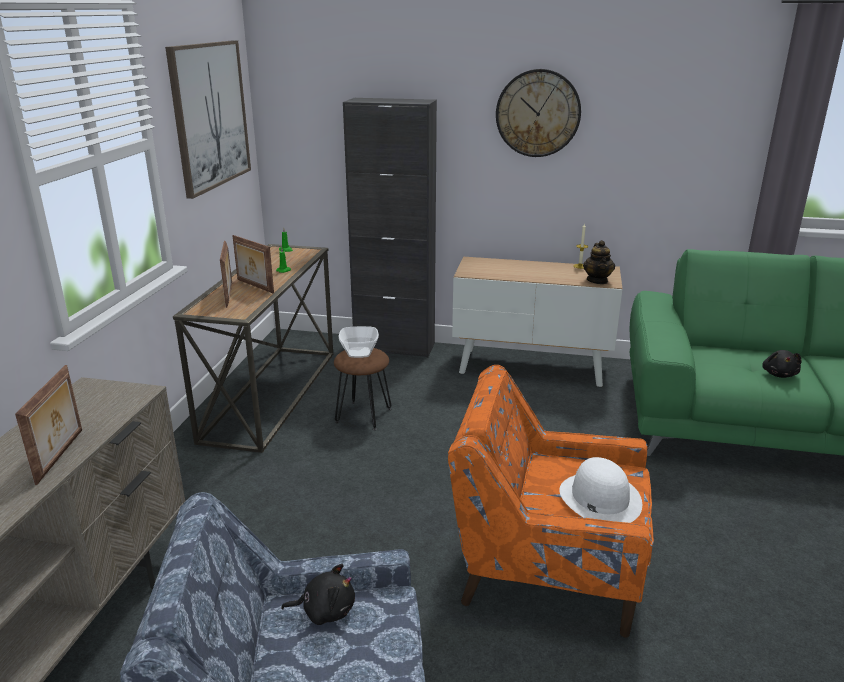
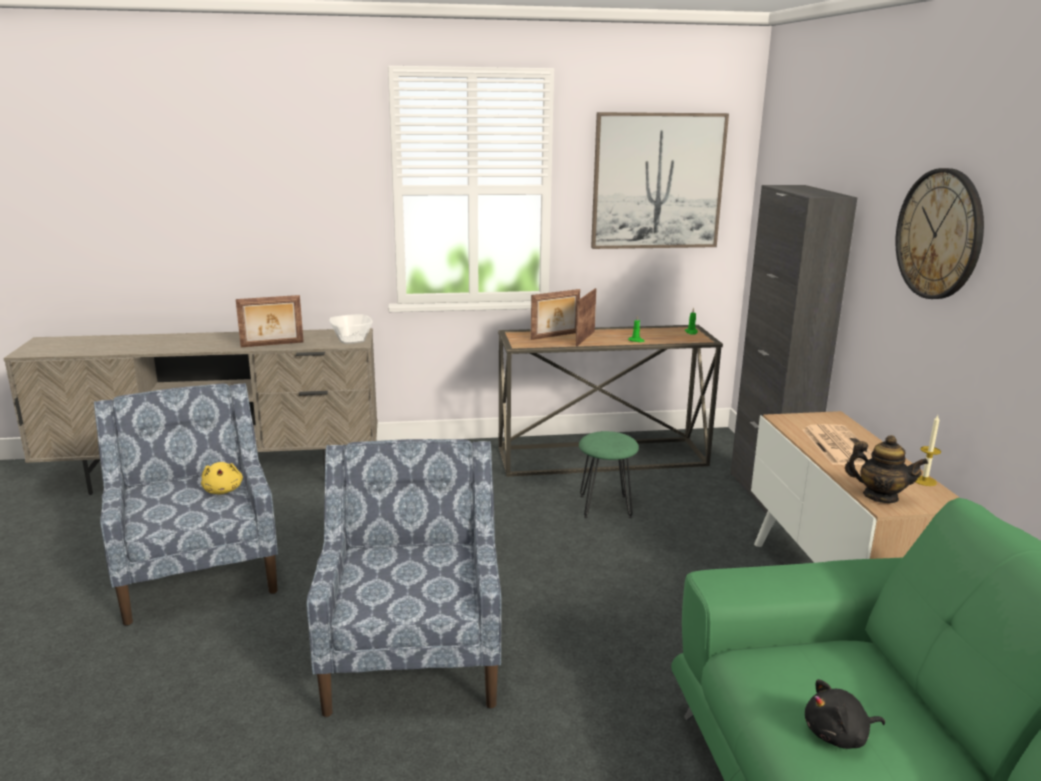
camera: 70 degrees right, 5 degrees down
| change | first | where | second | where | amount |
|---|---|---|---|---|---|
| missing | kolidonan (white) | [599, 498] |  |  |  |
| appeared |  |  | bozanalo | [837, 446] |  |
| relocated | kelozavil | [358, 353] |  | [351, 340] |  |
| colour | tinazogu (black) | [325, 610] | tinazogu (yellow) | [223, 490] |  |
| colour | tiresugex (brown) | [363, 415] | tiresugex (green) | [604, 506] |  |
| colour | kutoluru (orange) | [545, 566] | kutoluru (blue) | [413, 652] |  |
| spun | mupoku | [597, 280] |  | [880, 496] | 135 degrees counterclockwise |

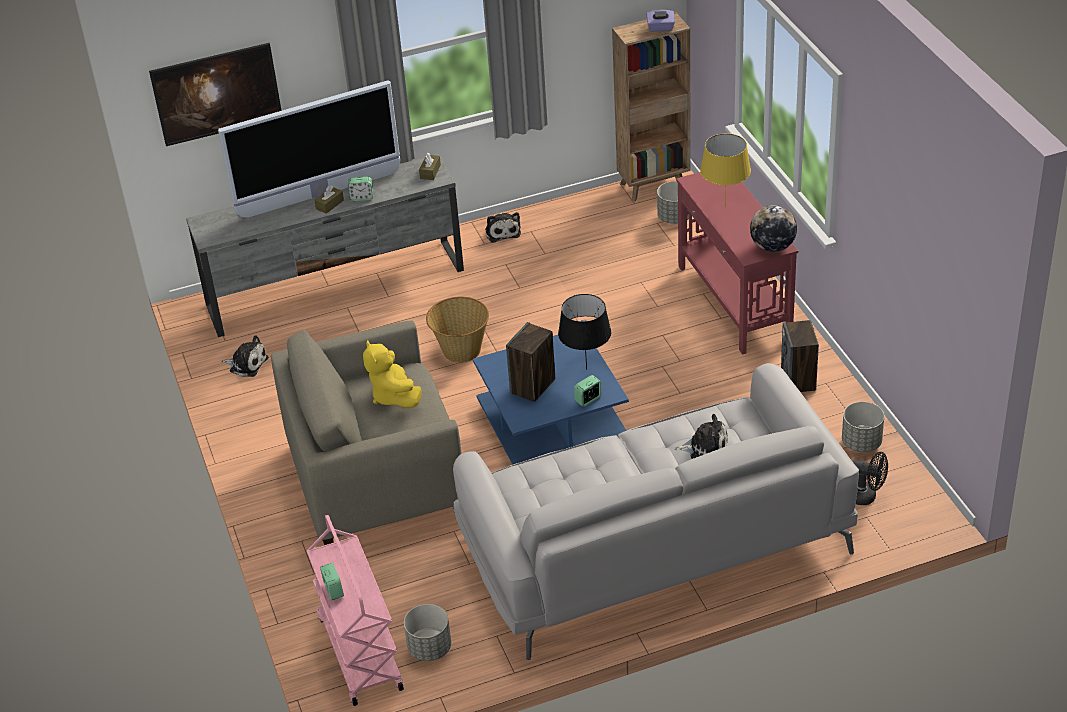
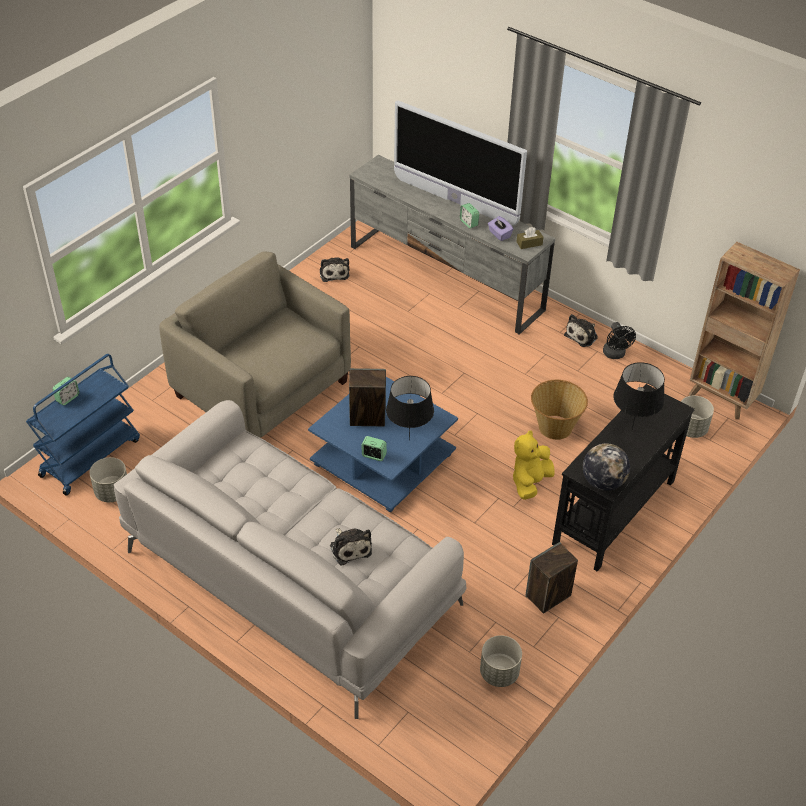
camera: 55 degrees right, 5 degrees up
| change | first | where | second | where | amount |
|---|---|---|---|---|---|
| missing | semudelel | [220, 112] |  |  |  |
| missing | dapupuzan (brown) | [330, 204] |  |  |  |
| relocated | tinazogu (yellow) | [394, 396] |  | [530, 482] |  |
| relocated | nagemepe | [461, 350] |  | [555, 427] |  |
| relocated | dapupuzan (purple) | [660, 28] |  | [499, 234] |  |
| relocated | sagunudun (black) | [866, 496] |  | [615, 355] |  |
| colour | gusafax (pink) | [359, 652] | gusafax (blue) | [90, 457] |  |
| colour | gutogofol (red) | [733, 302] | gutogofol (black) | [613, 512] |  |
| colour | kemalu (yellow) | [725, 207] | kemalu (black) | [632, 430] |  |

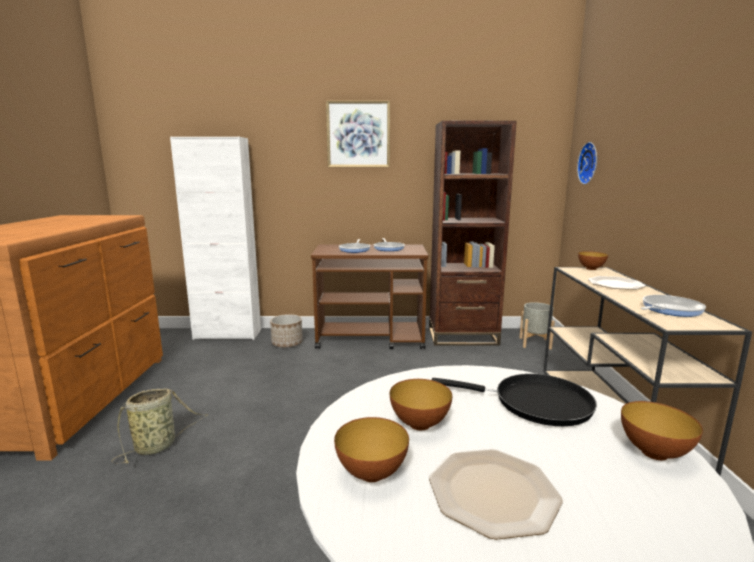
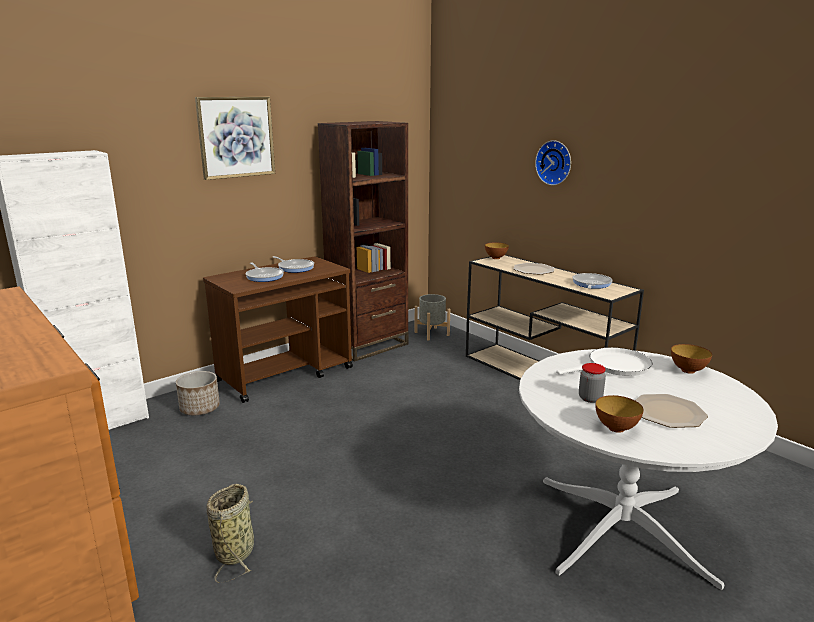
camera: 40 degrees left, 5 degrees up
| change | first | where | second | where | amount |
|---|---|---|---|---|---|
| relocated | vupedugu | [590, 163] |  | [555, 162] |  |
| exchanged | kelozavil | [419, 424] | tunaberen | [590, 398] |  |
| colour | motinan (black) | [535, 403] | motinan (white) | [615, 366] |  |

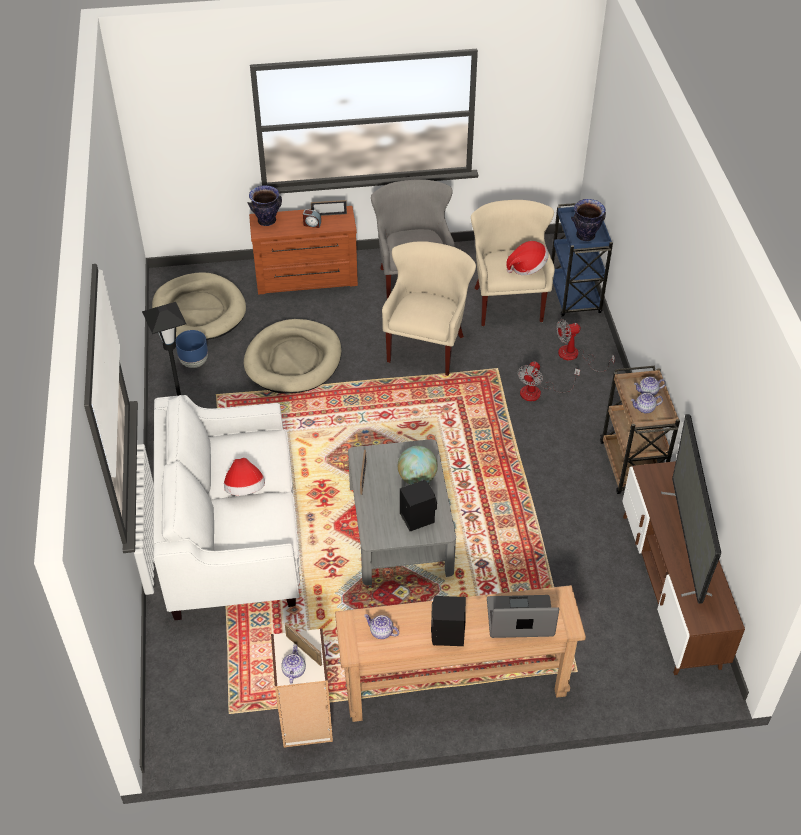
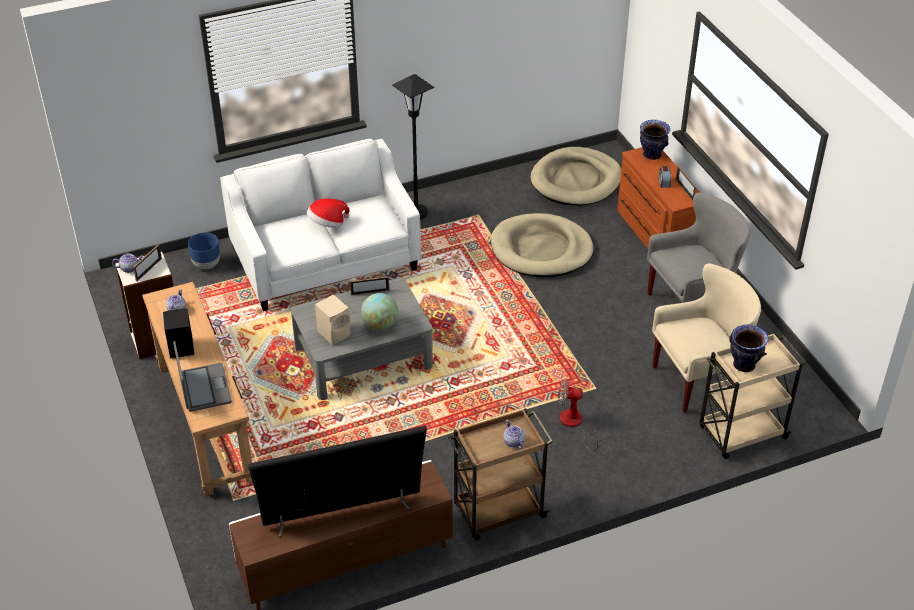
camera: 75 degrees right, 5 degrees down
| change | first | where | second | where | amount |
|---|---|---|---|---|---|
| missing | kutoluru (beige) | [427, 348] |  |  |  |
| missing | kolidonan | [527, 267] |  |  |  |
| missing | sagunudun | [575, 356] |  |  |  |
| missing | mupoku | [644, 408] |  |  |  |
| relocated | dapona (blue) | [194, 362] |  | [207, 264] |  |
| colour | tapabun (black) | [417, 517] | tapabun (beige) | [335, 333] |  |
| colour | gusafax (blue) | [574, 296] | gusafax (beige) | [741, 433] |  |

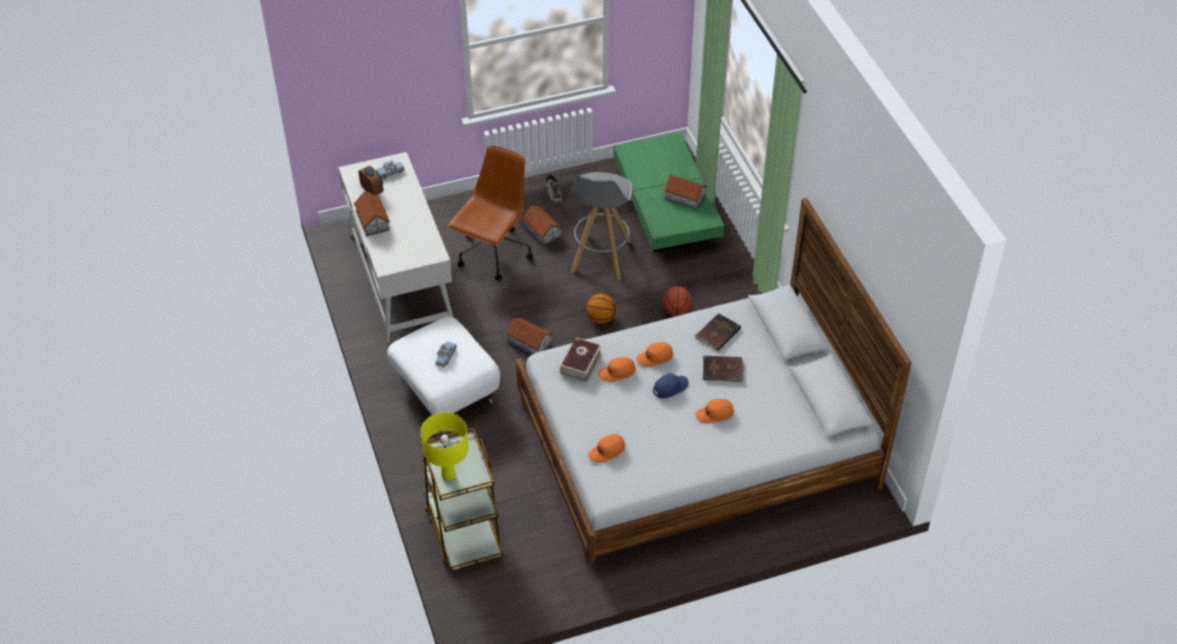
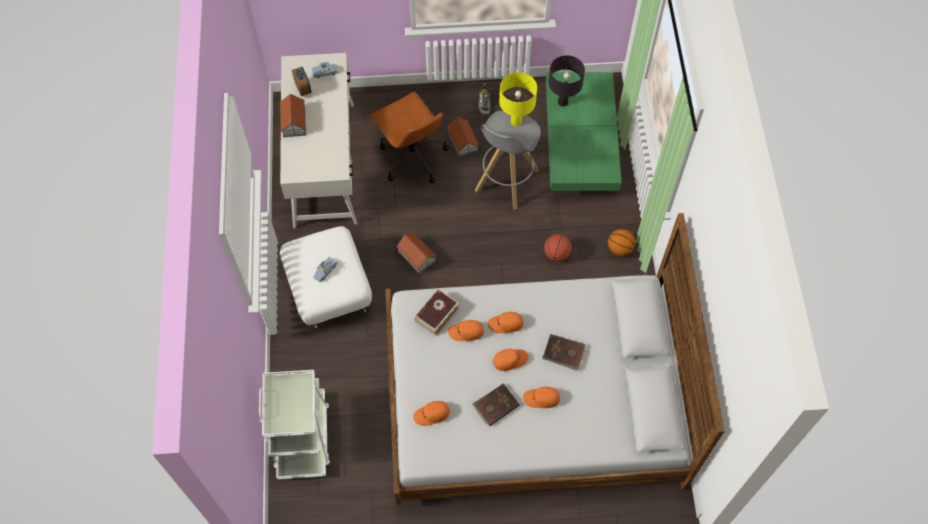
camera: 15 degrees right, 15 degrees up
| change | first | where | second | where | amount |
|---|---|---|---|---|---|
| missing | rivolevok | [684, 197] |  |  |  |
| appeared |  |  | kemalu (black) | [562, 102] |  |
| relocated | kemalu (yellow) | [448, 475] |  | [516, 122] |  |
| relocated | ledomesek | [601, 319] |  | [619, 249] |  |
| relocated | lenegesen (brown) | [717, 333] |  | [495, 405] |  |
| colour | gusafax (brown) | [463, 531] | gusafax (white) | [302, 437] |  |
| colour | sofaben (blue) | [670, 387] | sofaben (orange) | [510, 360] |  |
| spun | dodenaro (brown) | [493, 254] |  | [412, 157] | 105 degrees clockwise |

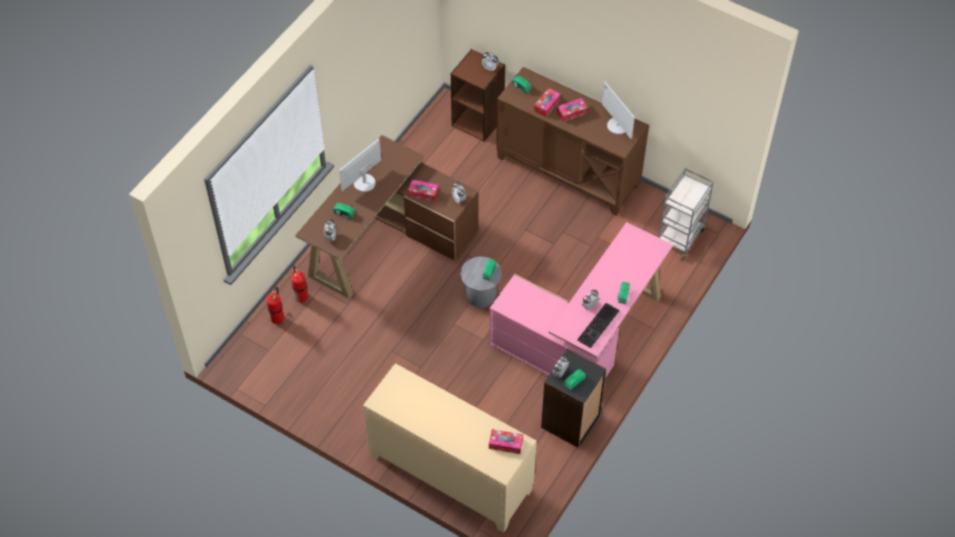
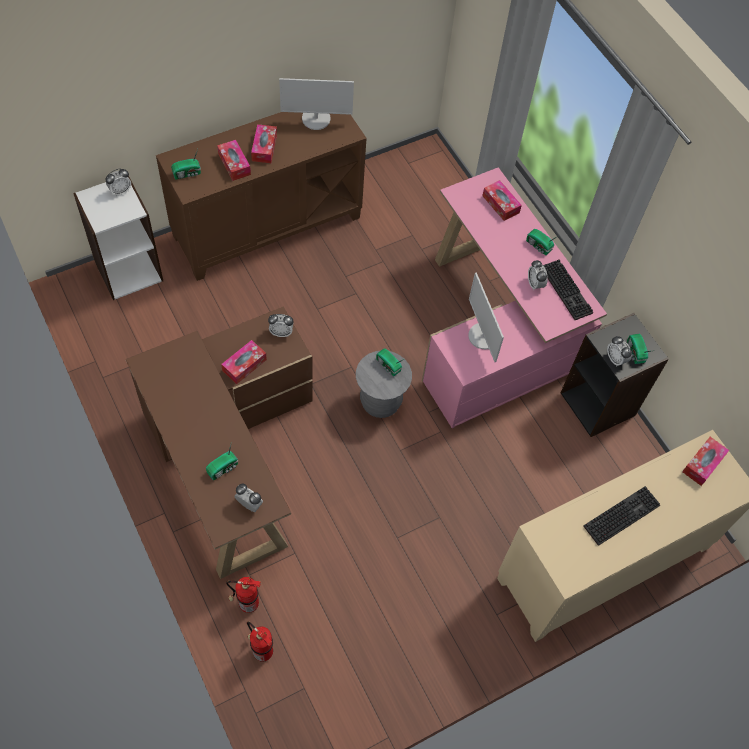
camera: 65 degrees left, 5 degrees up
| change | first | where | second | where | amount |
|---|---|---|---|---|---|
| missing | gusafax (grey) | [680, 237] |  |  |  |
| appeared |  |  | dapupuzan | [500, 204] |  |
| appeared |  |  | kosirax | [621, 514] |  |
| relocated | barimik | [364, 183] |  | [483, 336] |  |
| colour | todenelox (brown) | [478, 121] | todenelox (white) | [128, 270] |  |

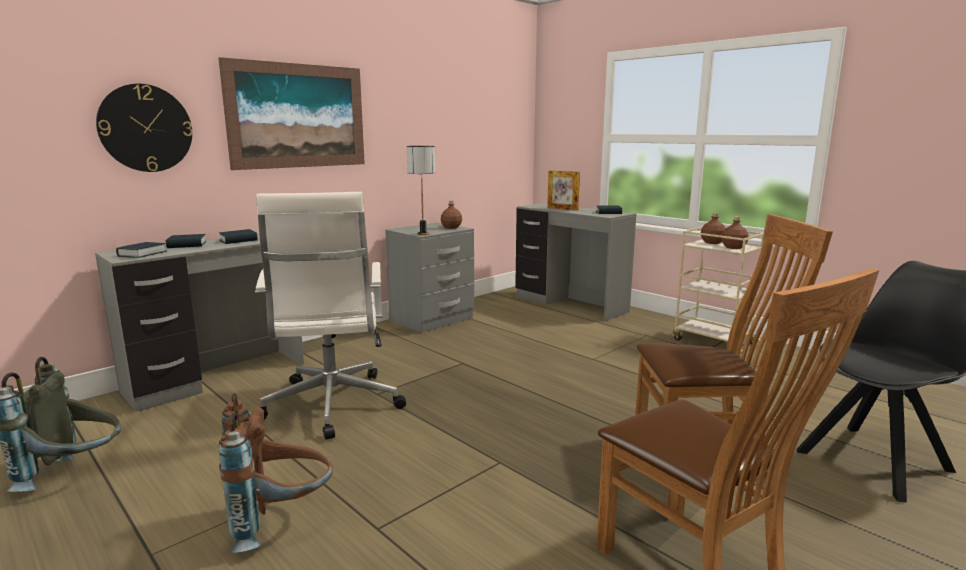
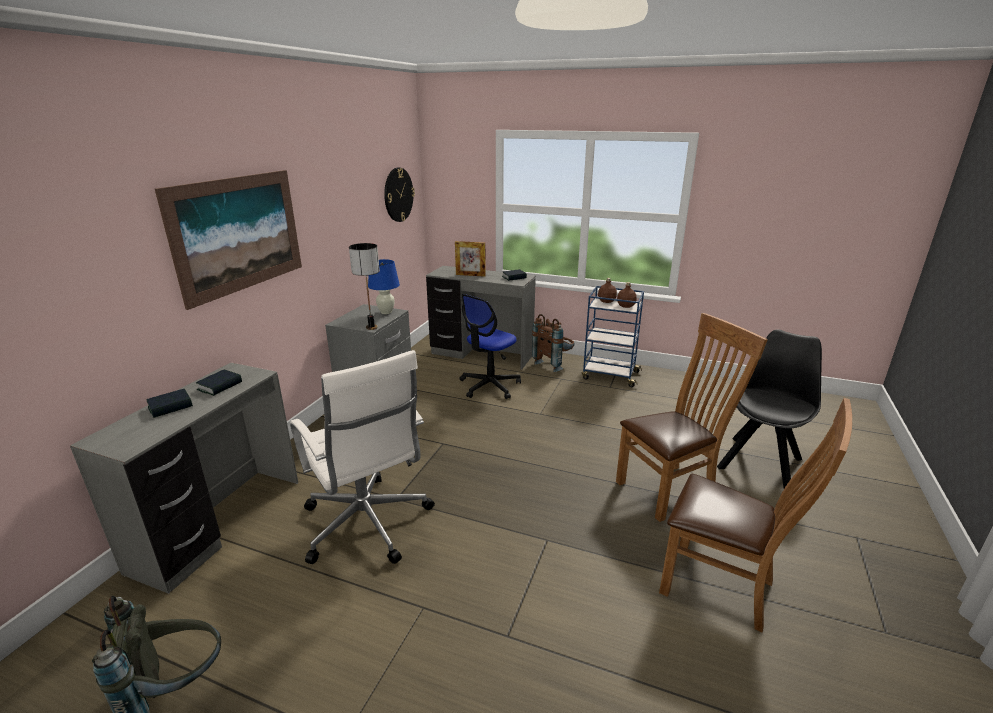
camera: 25 degrees left, 10 degrees up
| change | first | where | second | where | amount |
|---|---|---|---|---|---|
| missing | lenegesen | [142, 254] |  |  |  |
| appeared |  |  | dodenaro | [489, 386] |  |
| relocated | vupedugu | [145, 128] |  | [398, 195] |  |
| relocated | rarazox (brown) | [281, 521] |  | [554, 363] |  |
| exchanged | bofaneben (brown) | [451, 227] | kemalu (blue) | [386, 312] |  |
| colour | gusafax (beige) | [712, 341] | gusafax (blue) | [609, 375] |  |

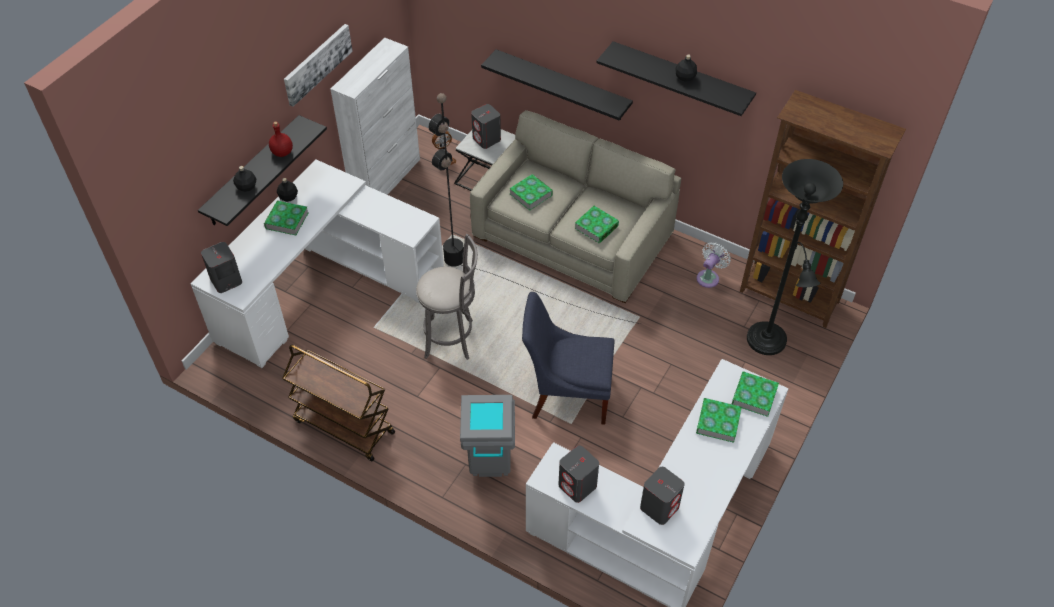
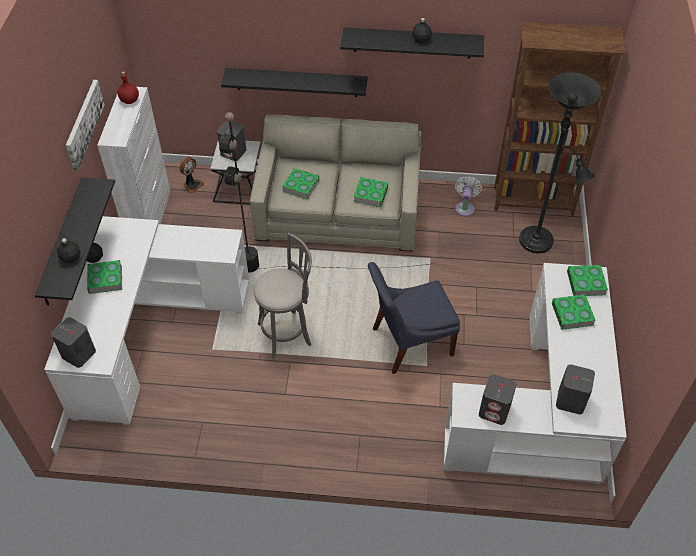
camera: 25 degrees left, 0 degrees up
| change | first | where | second | where | amount |
|---|---|---|---|---|---|
| missing | gusafax (brown) | [343, 427] |  |  |  |
| missing | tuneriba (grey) | [490, 469] |  |  |  |
| relocated | bofaneben (red) | [282, 153] |  | [130, 101] |  |

